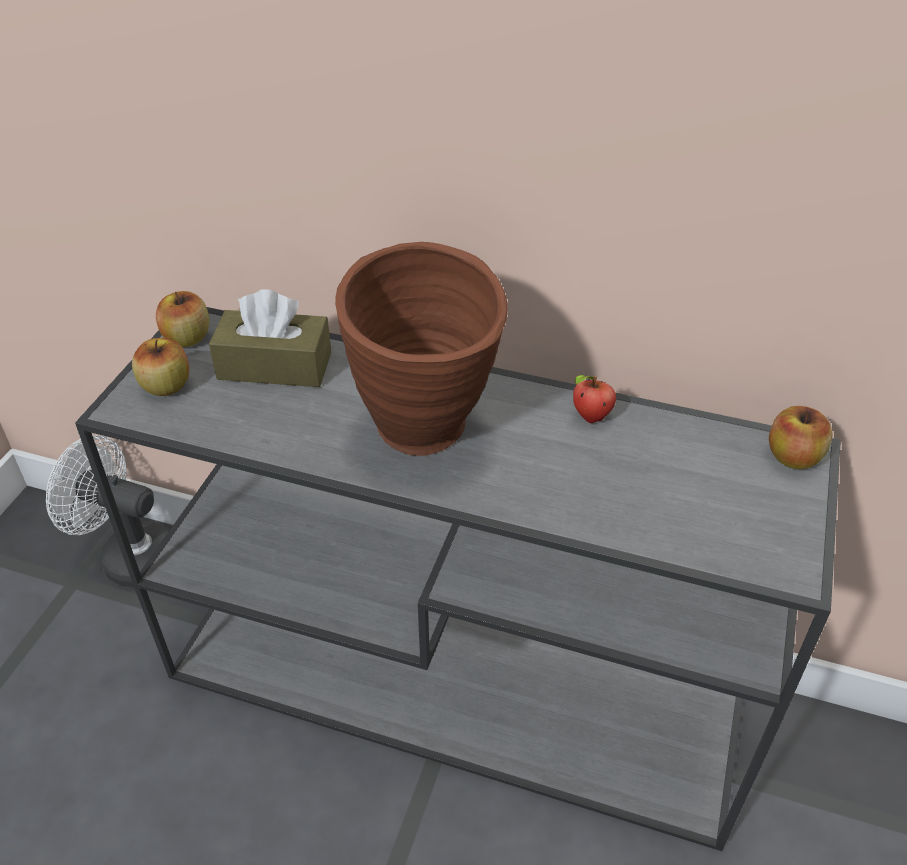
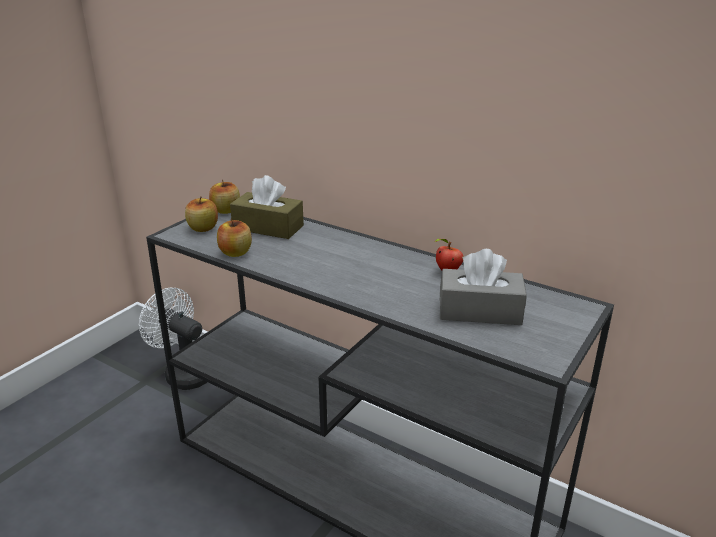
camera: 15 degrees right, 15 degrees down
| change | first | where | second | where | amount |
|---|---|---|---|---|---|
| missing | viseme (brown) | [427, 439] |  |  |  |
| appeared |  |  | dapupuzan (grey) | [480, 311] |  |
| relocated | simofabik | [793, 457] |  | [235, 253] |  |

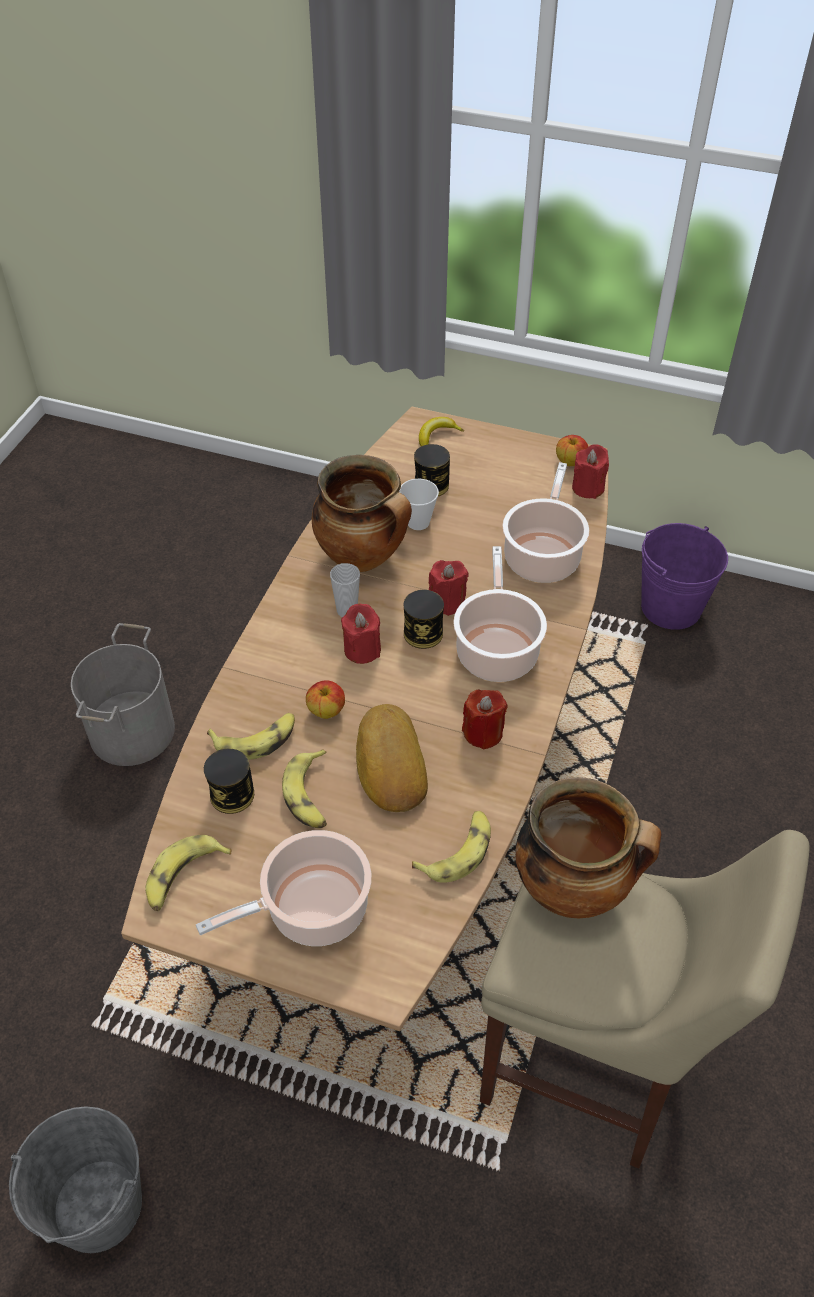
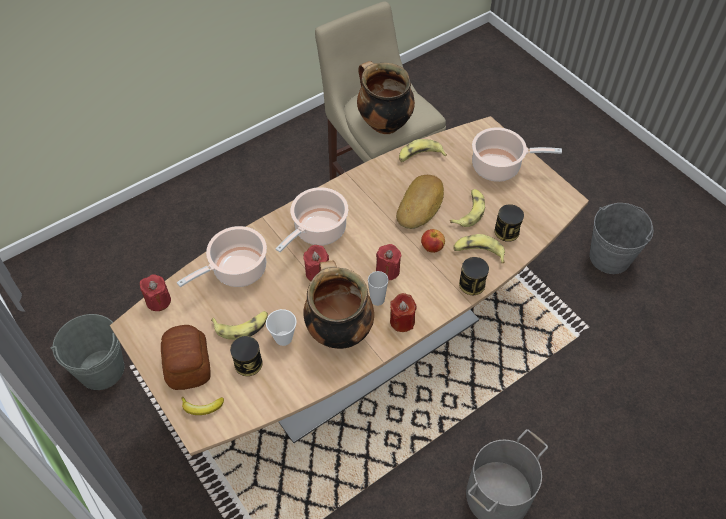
camera: 145 degrees left, 5 degrees up
| change | first | where | second | where | amount |
|---|---|---|---|---|---|
| missing | simofabik | [570, 462] |  |  |  |
| appeared |  |  | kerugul | [189, 364] |  |
| relocated | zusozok | [183, 877] |  | [242, 326] |  |
| relocated | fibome | [423, 633] |  | [472, 284] |  |
| relocated | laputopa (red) | [483, 733] |  | [402, 321] |  |
| colour | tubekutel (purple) | [671, 607] | tubekutel (grey) | [101, 370] |  |

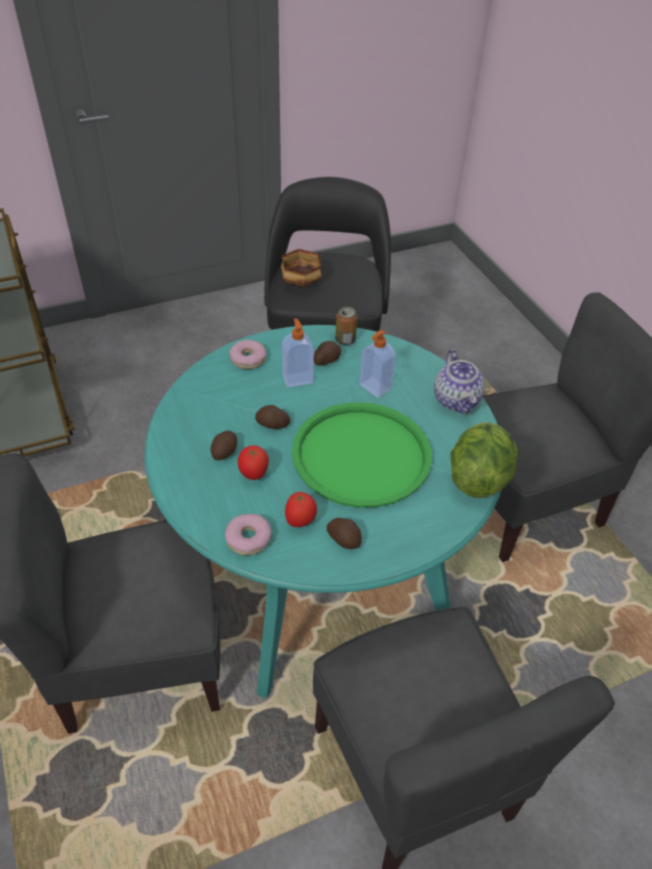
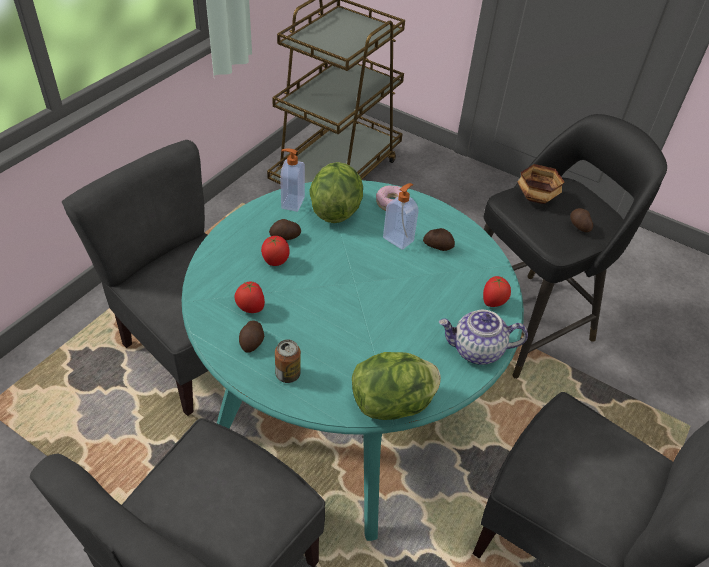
camera: 55 degrees right, 0 degrees up
| change | first | where | second | where | amount |
|---|---|---|---|---|---|
| missing | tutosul | [248, 538] |  |  |  |
| missing | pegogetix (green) | [361, 455] |  |  |  |
| appeared |  |  | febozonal | [335, 210] |  |
| appeared |  |  | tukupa | [493, 303] |  |
| relocated | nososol | [272, 425] |  | [578, 226] |  |
| relocated | fibome | [345, 340] |  | [288, 374] |  |
| relocated | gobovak | [374, 387] |  | [292, 203] |  |
| spun | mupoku | [457, 400] |  | [477, 350] | 45 degrees clockwise |

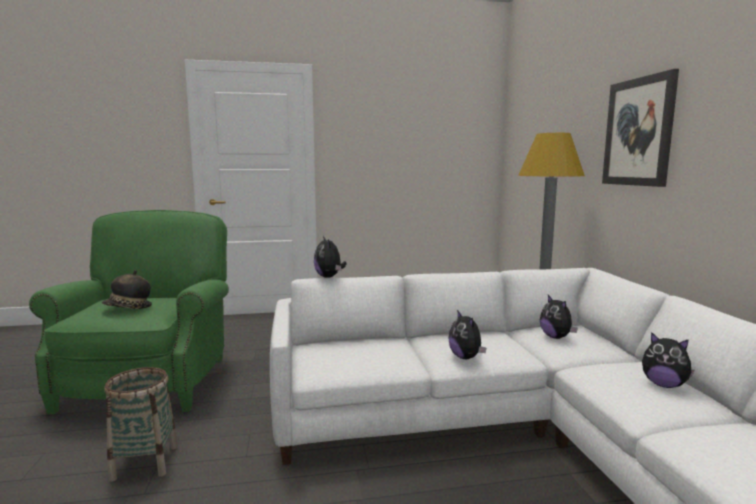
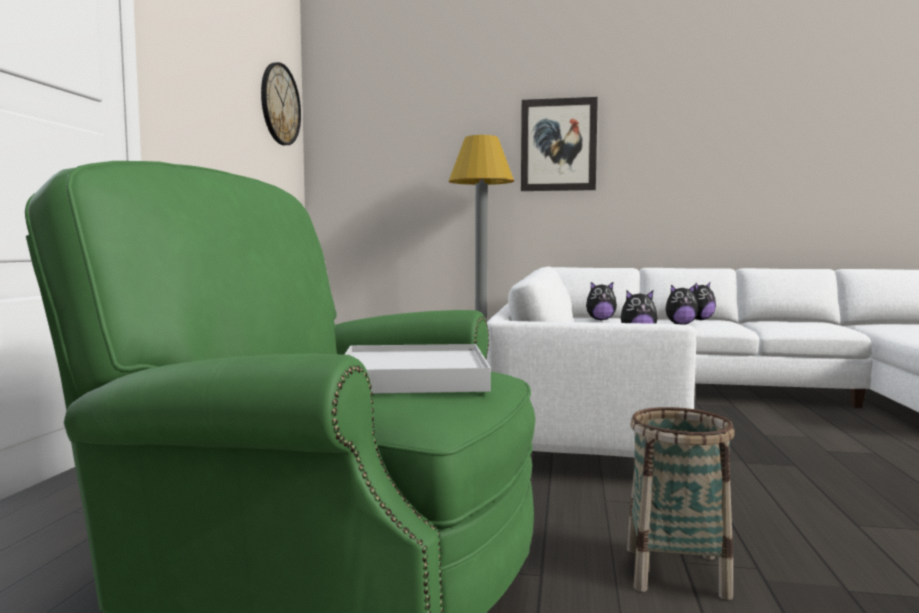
camera: 70 degrees left, 5 degrees down
| change | first | where | second | where | amount |
|---|---|---|---|---|---|
| appeared |  |  | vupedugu | [280, 104] |  |
| relocated | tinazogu | [329, 277] |  | [680, 324] |  |
| exchanged | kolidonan | [128, 308] | pegogetix (white) | [414, 377] |  |

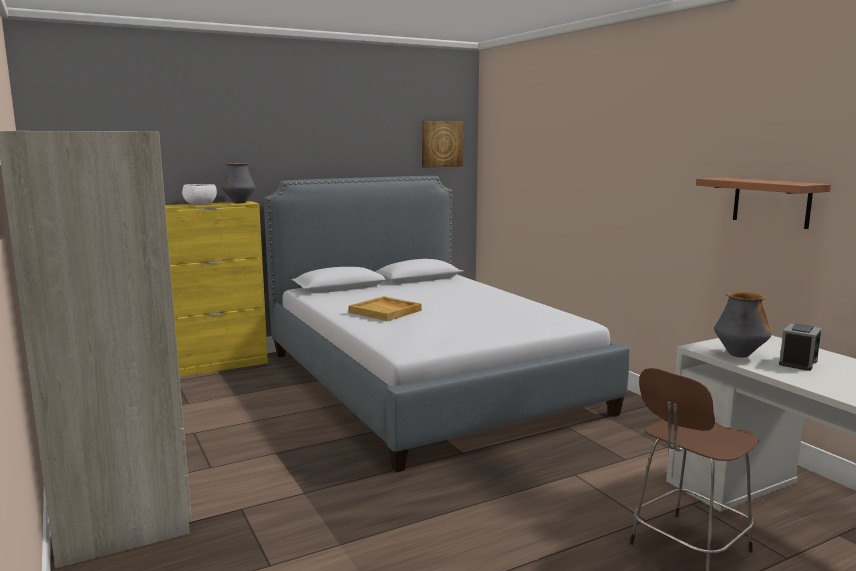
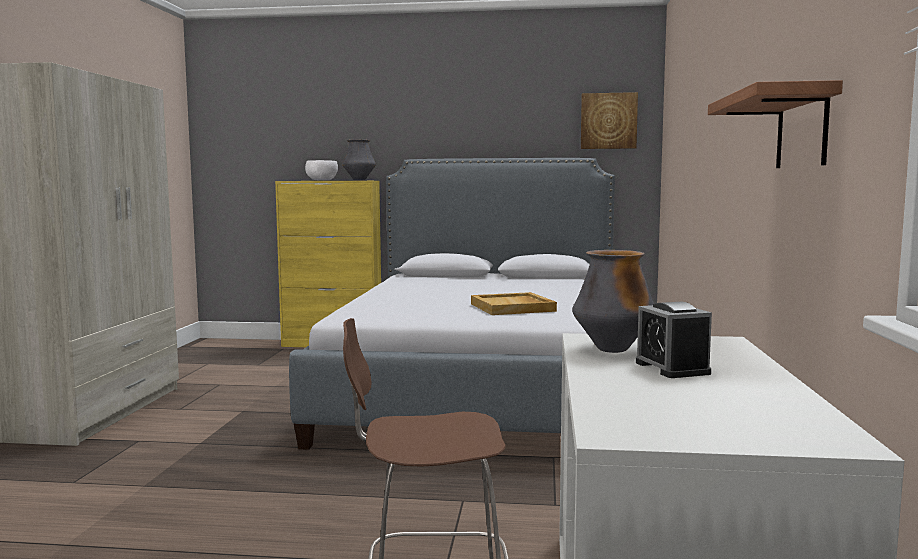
camera: 35 degrees right, 5 degrees down
| change | first | where | second | where | amount |
|---|---|---|---|---|---|
| relocated | pegogetix (beige) | [386, 311] |  | [513, 307] |  |
| spun | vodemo | [798, 363] |  | [672, 368] | 90 degrees counterclockwise |

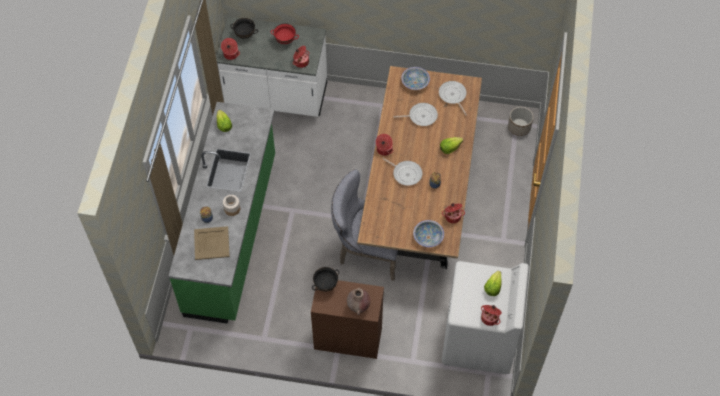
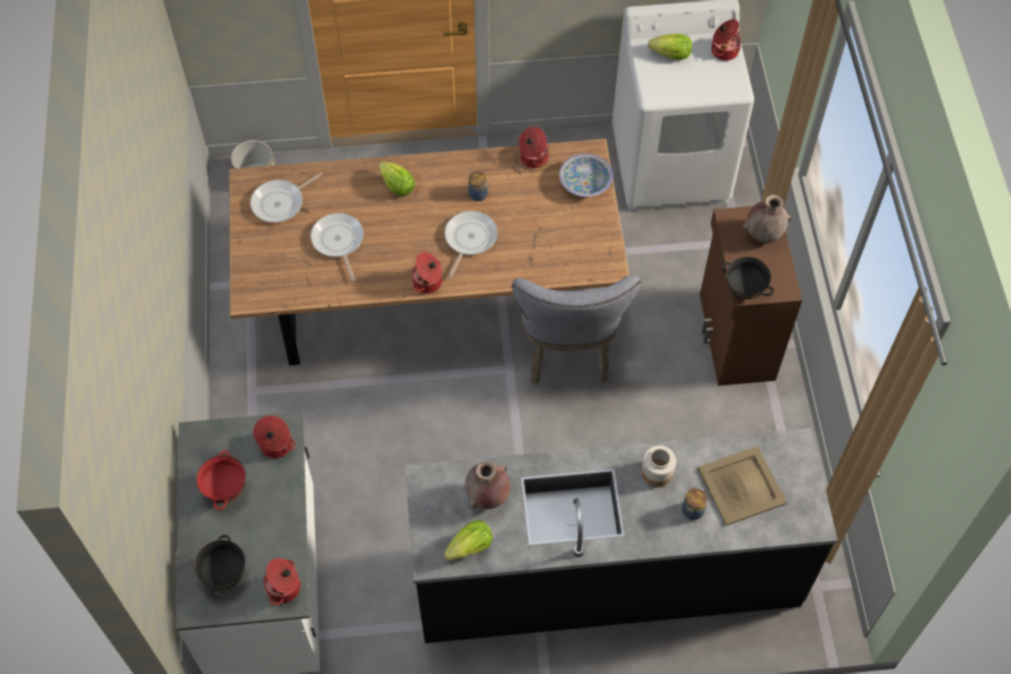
camera: 105 degrees left, 0 degrees up
| change | first | where | second | where | amount |
|---|---|---|---|---|---|
| missing | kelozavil | [415, 82] |  |  |  |
| appeared |  |  | viseme (brown) | [488, 497] |  |
| colour | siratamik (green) | [232, 234] | siratamik (black) | [606, 573] |  |

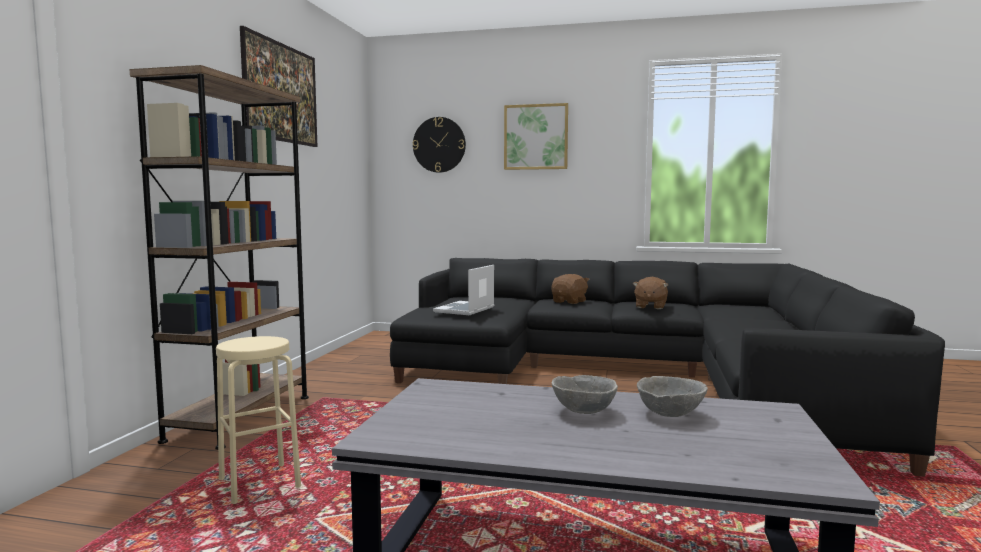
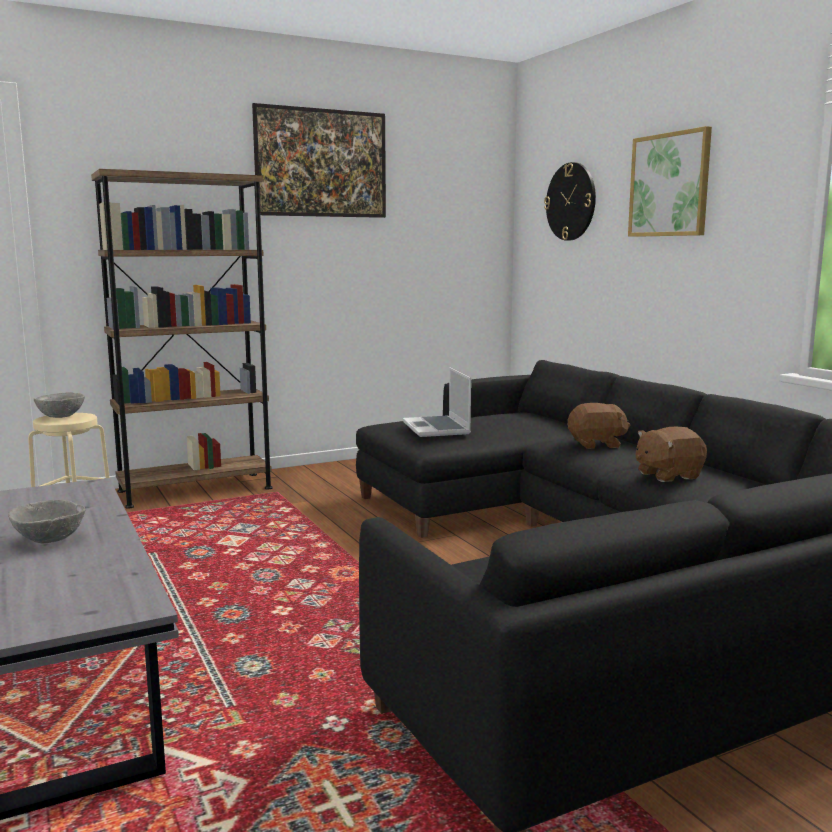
camera: 50 degrees right, 5 degrees up
| change | first | where | second | where | amount |
|---|---|---|---|---|---|
| relocated | kelozavil (grey) | [671, 414] |  | [60, 417] |  |
| spun | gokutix | [465, 310] |  | [437, 428] | 90 degrees counterclockwise |

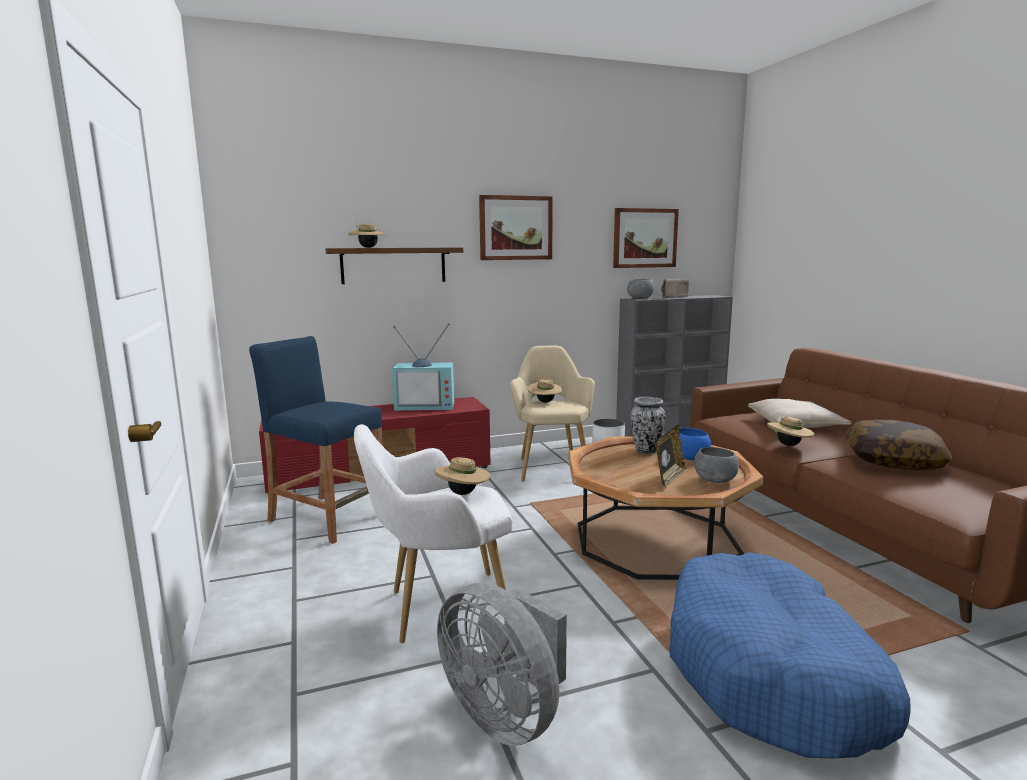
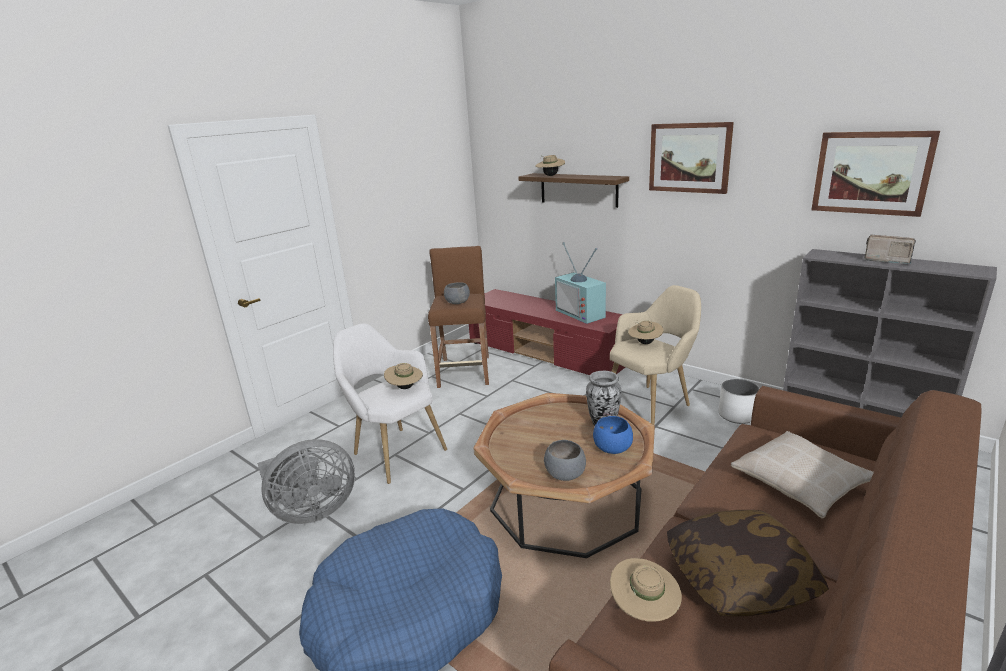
camera: 60 degrees right, 10 degrees up
| change | first | where | second | where | amount |
|---|---|---|---|---|---|
| missing | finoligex | [669, 478] |  |  |  |
| relocated | kelozavil (grey) | [639, 298] |  | [457, 302] |  |
| relocated | kolidonan (beige) | [788, 445] |  | [644, 608] |  |
| colour | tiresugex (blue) | [327, 518] | tiresugex (brown) | [465, 371] |  |
| spun | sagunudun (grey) | [505, 714] |  | [312, 512] | 135 degrees counterclockwise |

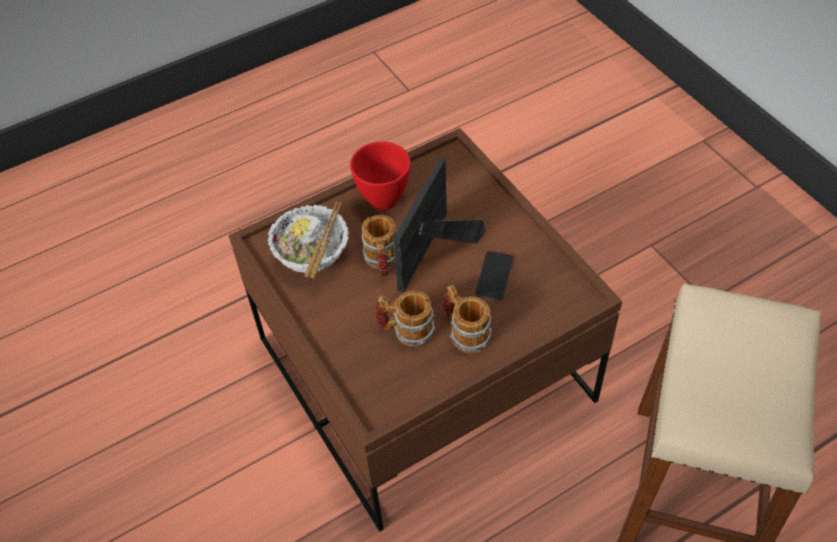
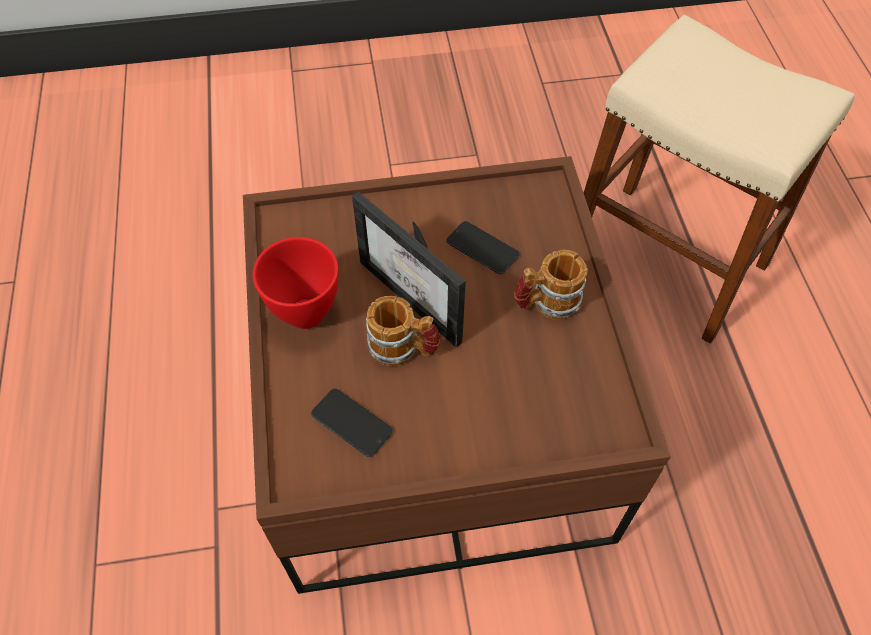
camera: 70 degrees left, 5 degrees up
| change | first | where | second | where | amount |
|---|---|---|---|---|---|
| missing | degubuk | [406, 331] |  |  |  |
| exchanged | kelozavil | [313, 256] | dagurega | [352, 423] |  |

